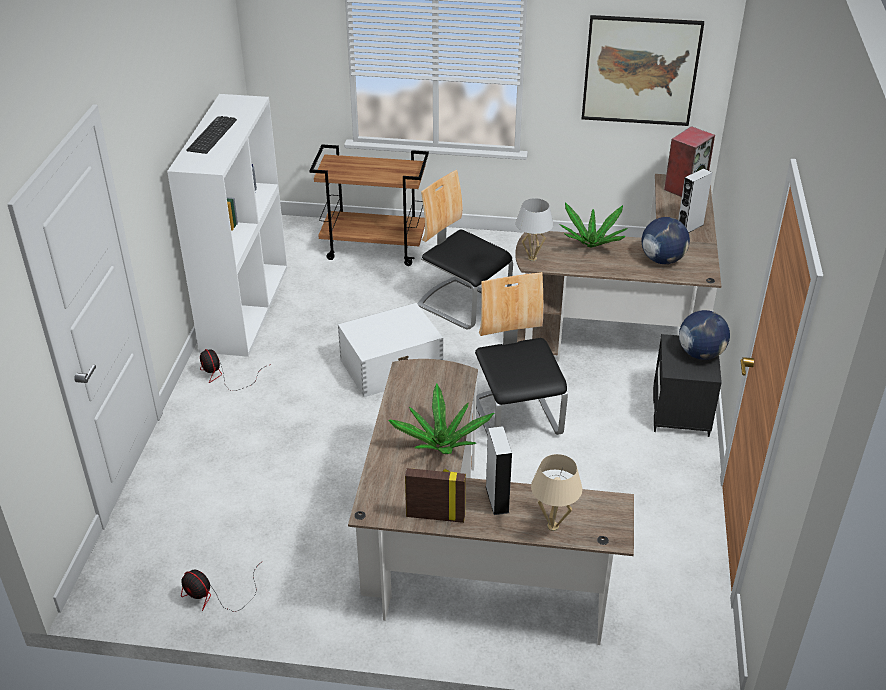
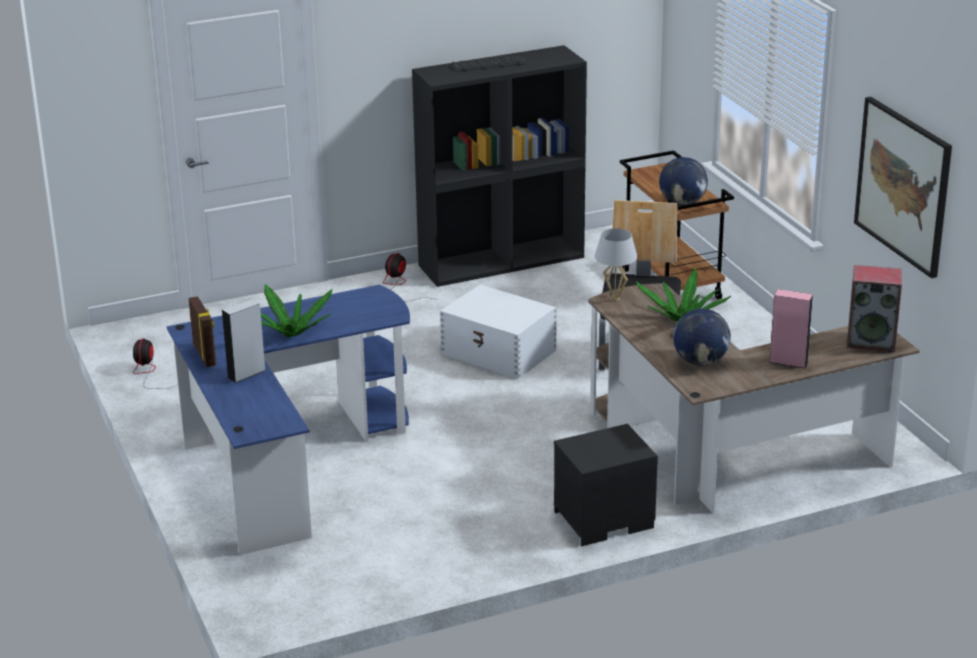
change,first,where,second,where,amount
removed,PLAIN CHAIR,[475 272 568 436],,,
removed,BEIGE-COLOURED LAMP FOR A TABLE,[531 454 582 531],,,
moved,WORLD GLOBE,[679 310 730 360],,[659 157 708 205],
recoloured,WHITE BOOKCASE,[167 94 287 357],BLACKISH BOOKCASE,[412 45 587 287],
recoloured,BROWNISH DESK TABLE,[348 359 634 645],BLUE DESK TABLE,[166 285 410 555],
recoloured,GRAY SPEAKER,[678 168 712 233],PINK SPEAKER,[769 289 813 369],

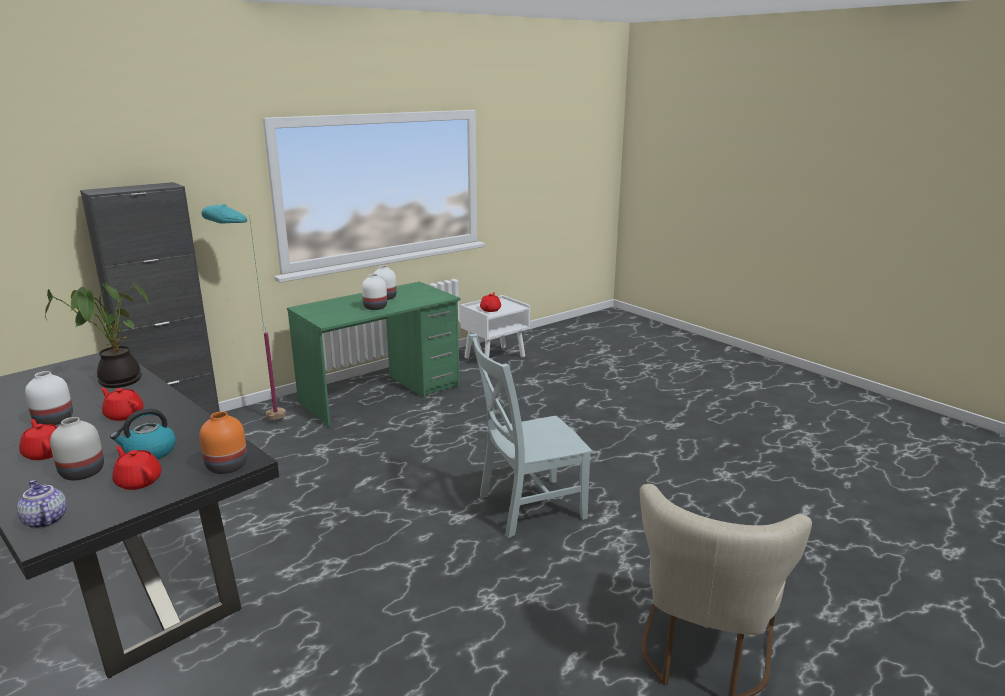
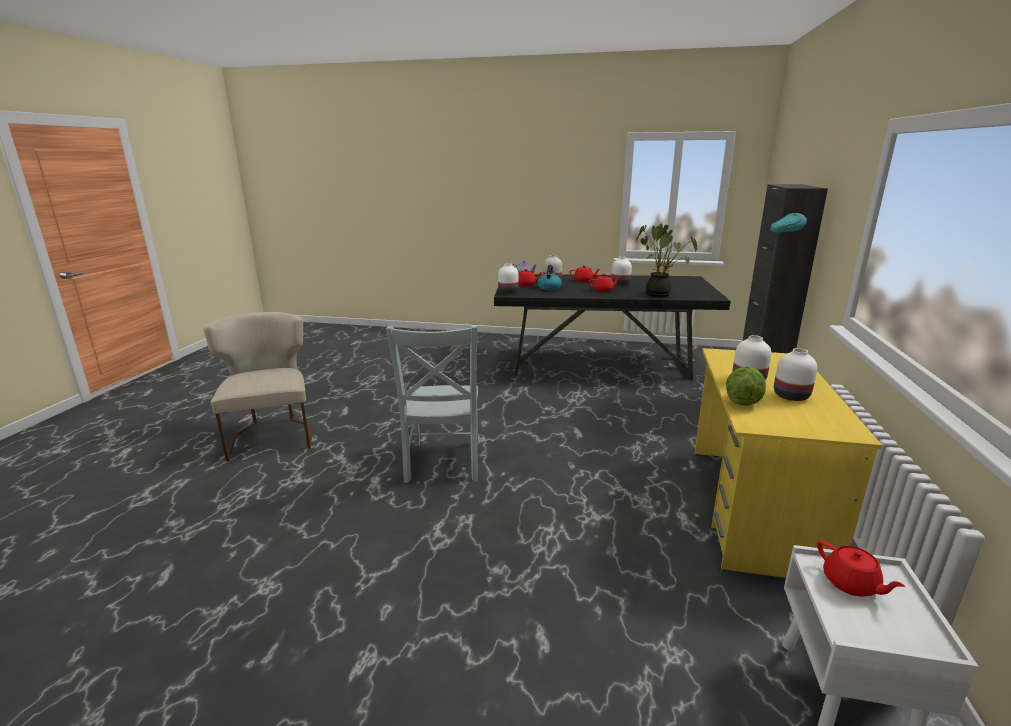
change,first,where,second,where,amount
added,,,LETTUCE,[726 367 766 405],
recoloured,ORANGE-COLOURED DECORATIVE VASE,[199 412 247 474],WHITE DECORATIVE VASE,[498 263 519 294],
recoloured,GREEN DESK TABLE,[287 282 460 427],YELLOW-COLOURED DESK TABLE,[695 348 882 578],
turned,GRAY PLAIN CHAIR,[469 334 592 538],,[386 325 479 483],150 degrees clockwise

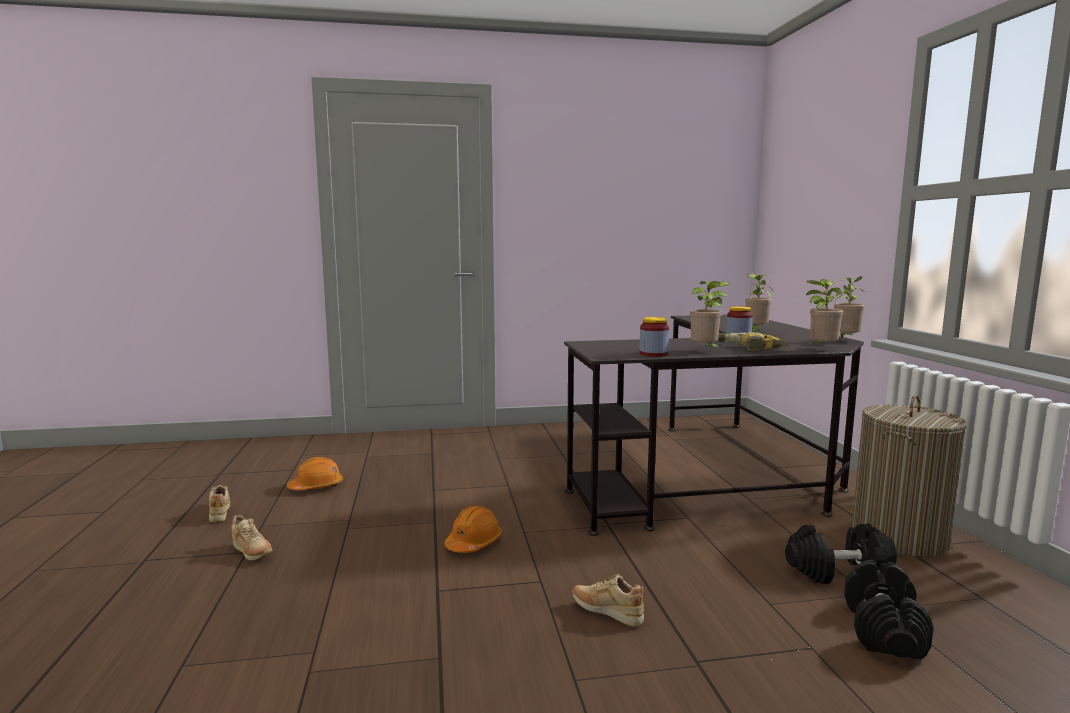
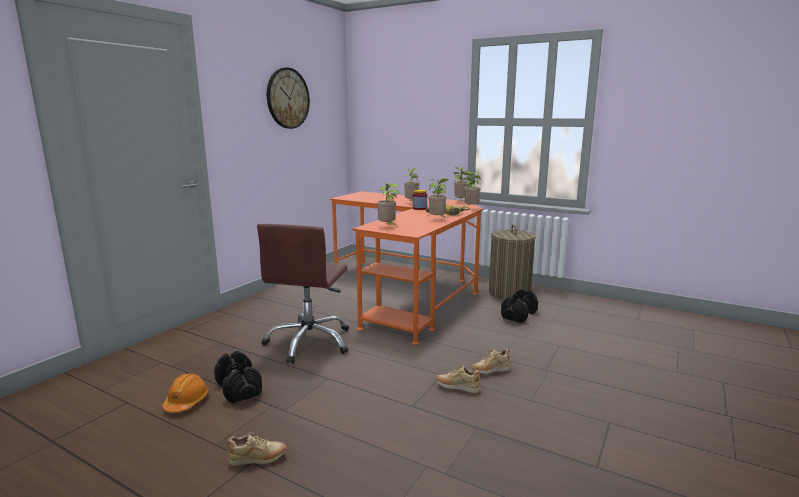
change,first,where,second,where,amount
removed,ORANGE-COLOURED HARD HAT,[444 506 502 553],,,
removed,JAR,[639 317 669 357],,,
added,,,BROWNISH COMPUTER CHAIR,[257 224 349 364],
added,,,HANGING CLOCK,[267 67 310 129],
added,,,PLANT IN A POT,[377 183 399 228],
moved,BEIGE-COLOURED SHOE,[209 485 230 522],,[436 365 480 394],
moved,BLACKISH DUMBBELL,[844 560 934 660],,[214 351 262 404],
recoloured,BLACKISH DESK TABLE,[564 315 864 536],ORANGE-COLOURED DESK TABLE,[330 191 483 345],

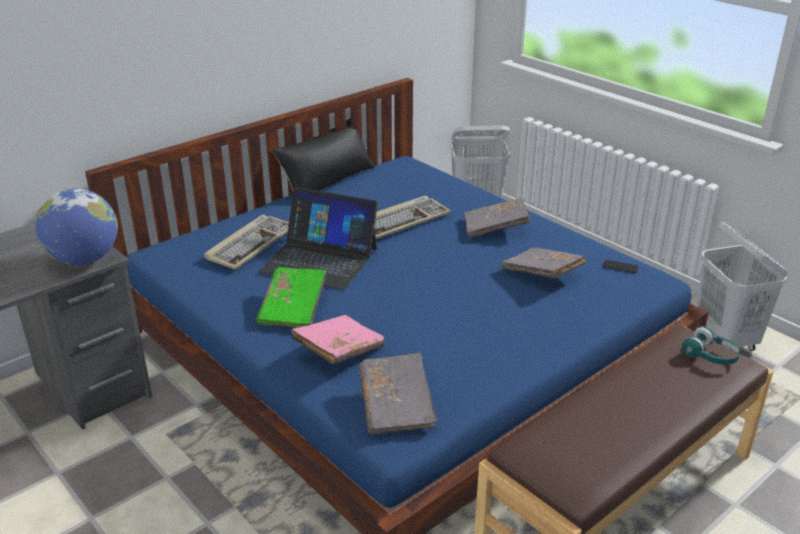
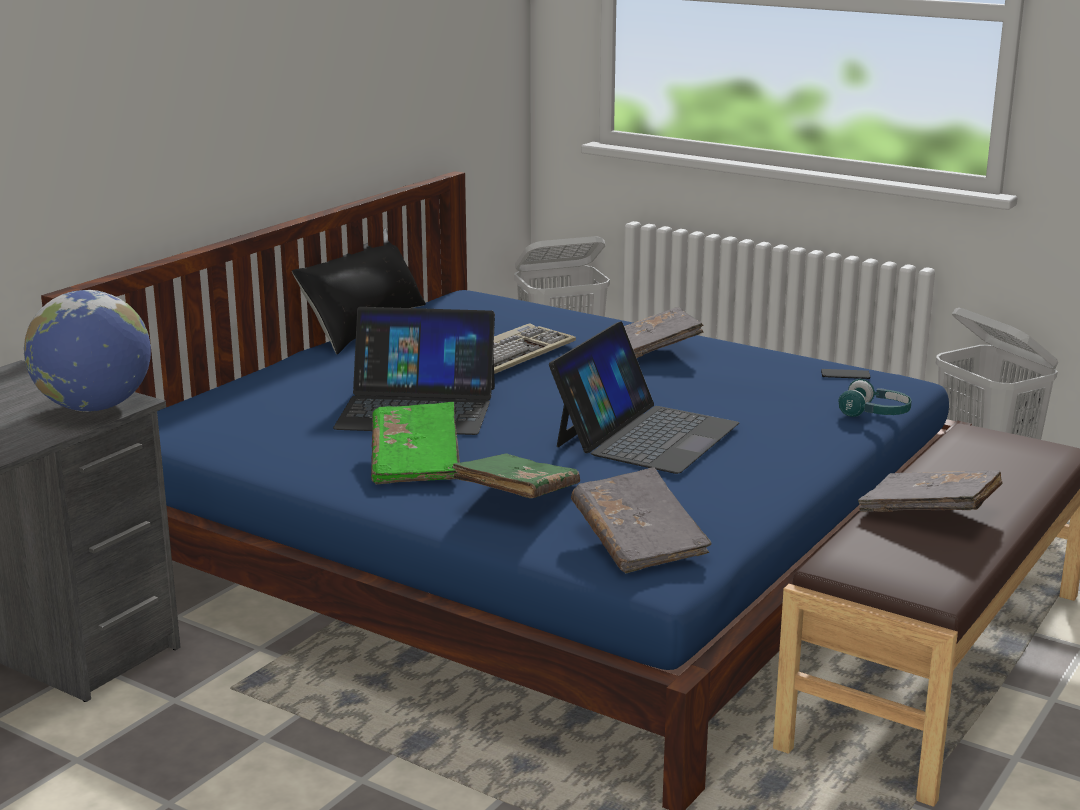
change,first,where,second,where,amount
removed,PC KEYBOARD,[204 214 289 270],,,
added,,,NOTEBOOK COMPUTER,[549 321 739 474],
moved,GRAY BOOK,[501 247 586 278],,[858 470 1003 512],
moved,TURQUOISE-COLOURED PAIR OF HEADPHONES,[682 326 740 365],,[838 379 911 417],
recoloured,PINK BOOK,[291 315 385 364],GREEN BOOK,[452 453 580 498],

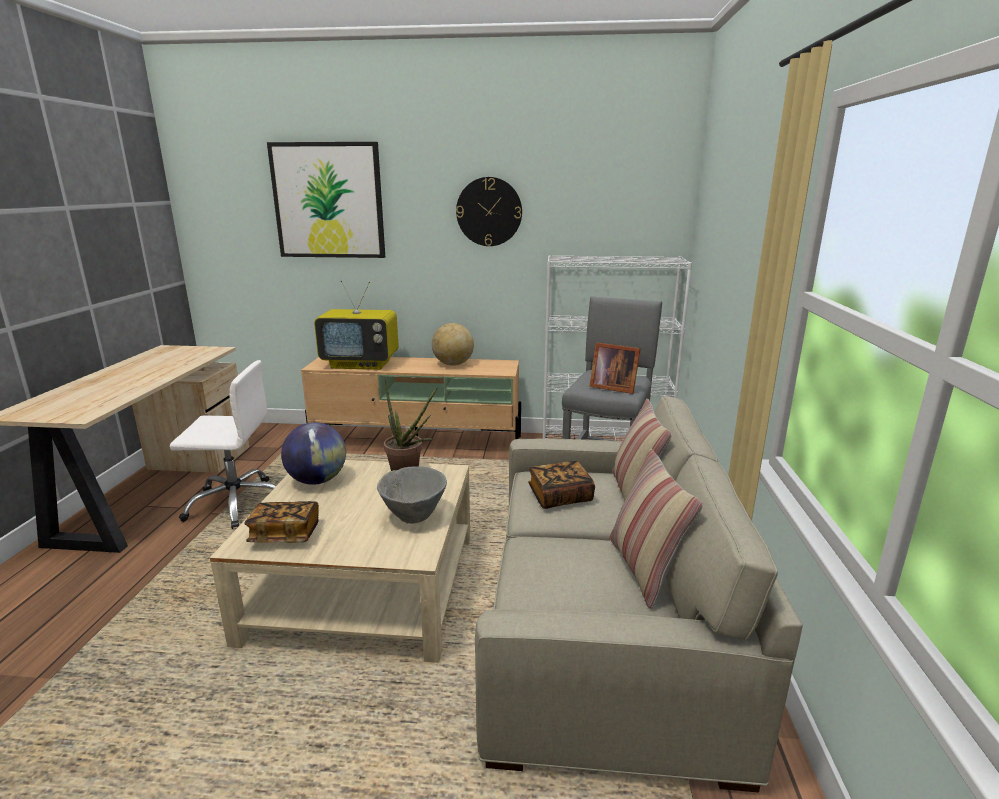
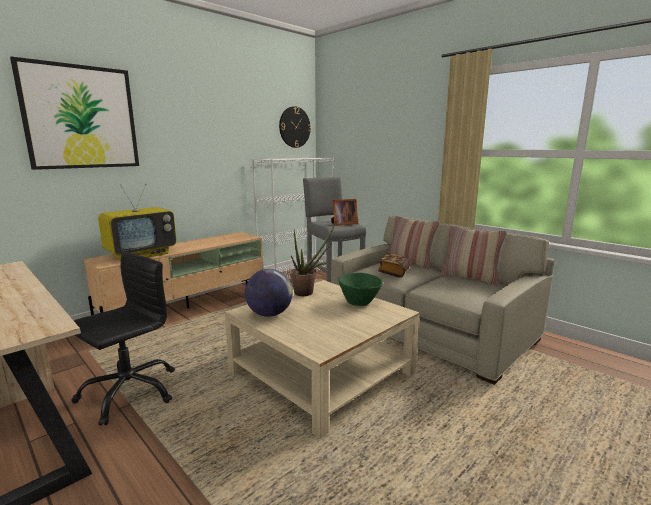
change,first,where,second,where,amount
removed,BOOK,[244 501 319 543],,,
removed,WORLD GLOBE,[432 323 474 366],,,
moved,HANGING CLOCK,[456 177 522 246],,[279 106 311 148],
recoloured,WHITE COMPUTER CHAIR,[170 360 276 529],BLACKISH COMPUTER CHAIR,[71 252 175 425],
recoloured,GRAY BOWL,[377 466 447 523],GREEN BOWL,[338 273 383 306],

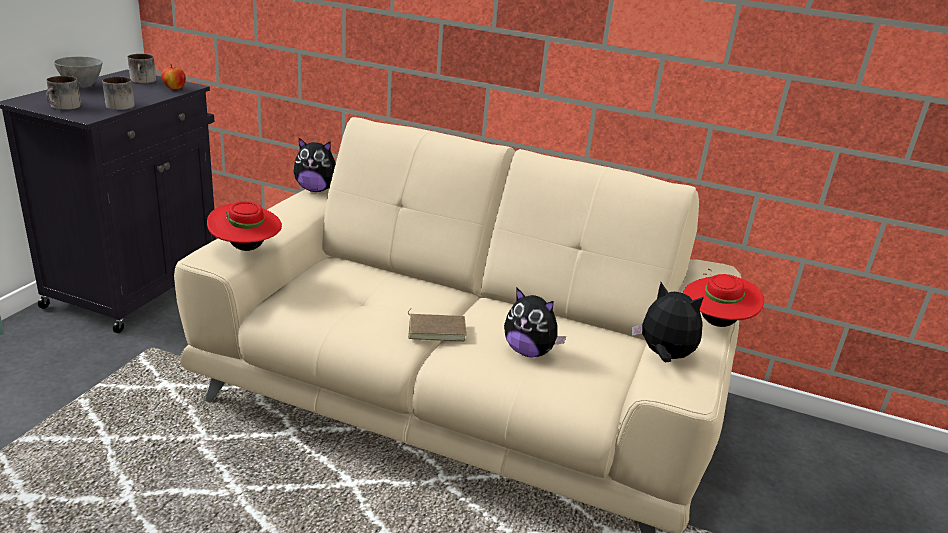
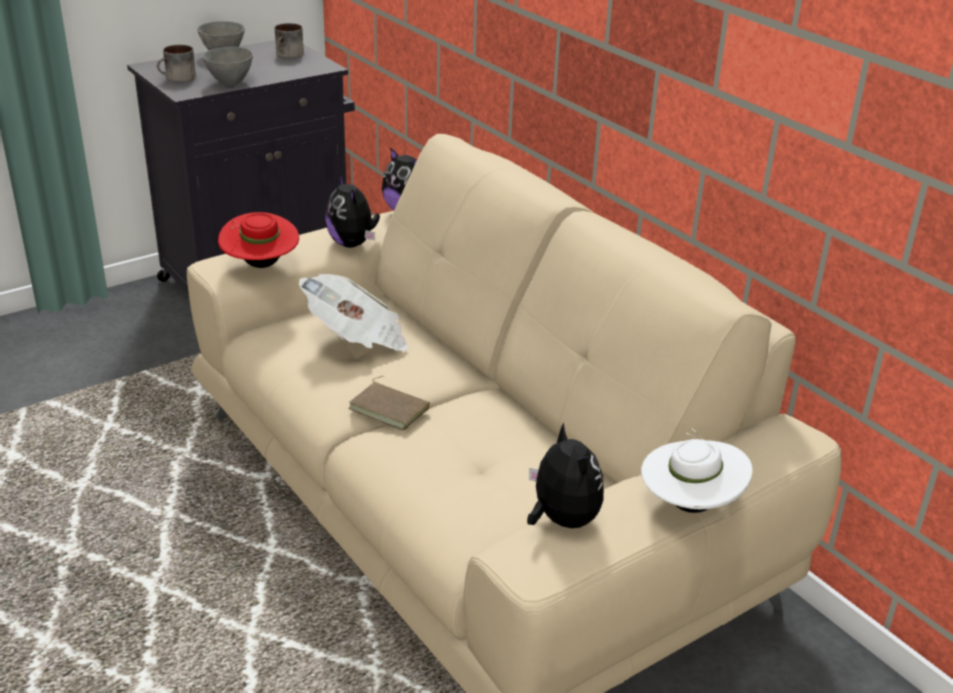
change,first,where,second,where,amount
removed,WHOLE APPLE,[162 64 186 90],,,
added,,,DAILY PAPER,[299 274 409 352],
moved,SOFT TOY,[504 288 567 357],,[325 174 380 248],
replaced,MUG,[102 77 135 110],GRAY BOWL,[202 47 253 86],
recoloured,RED-COLOURED CLOTHING HAT,[683 269 764 327],WHITE CLOTHING HAT,[641 428 752 513],

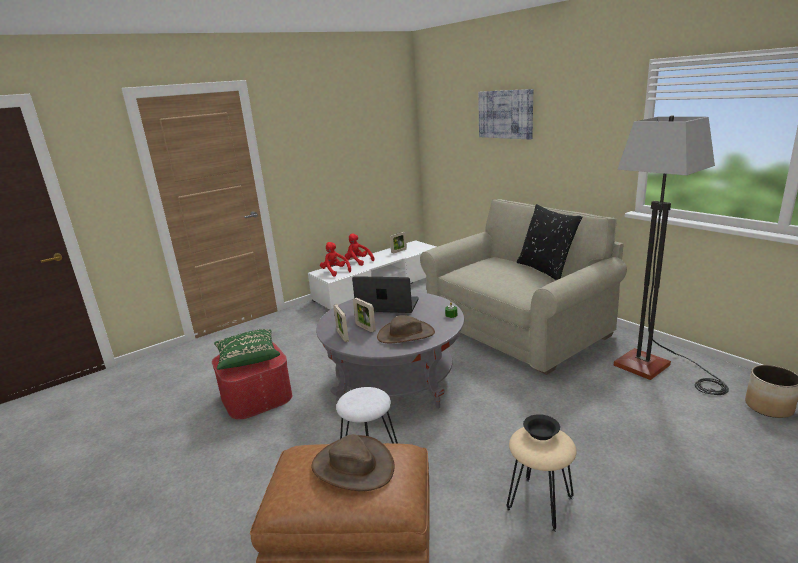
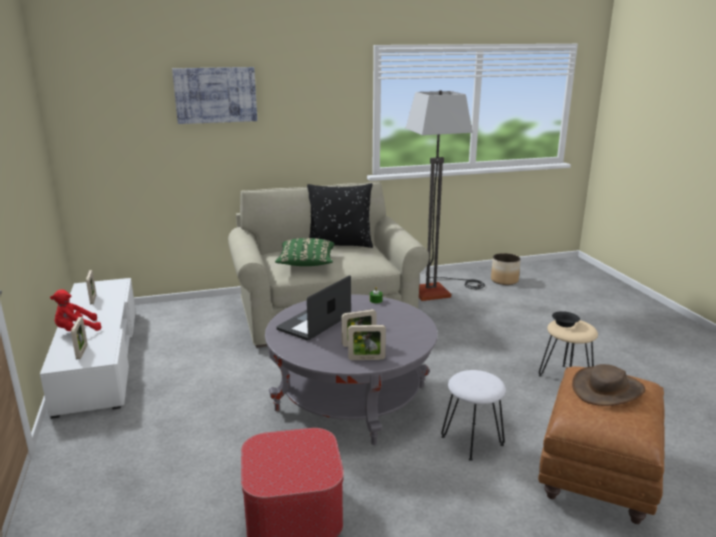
change,first,where,second,where,amount
removed,BROWNISH CLOTHING HAT,[377 315 435 343],,,
moved,GREEN CUSHION,[214 329 280 370],,[275 238 334 266],
replaced,RED-COLOURED SOFT TOY,[320 242 351 276],STANDING FRAME,[71 317 87 359],

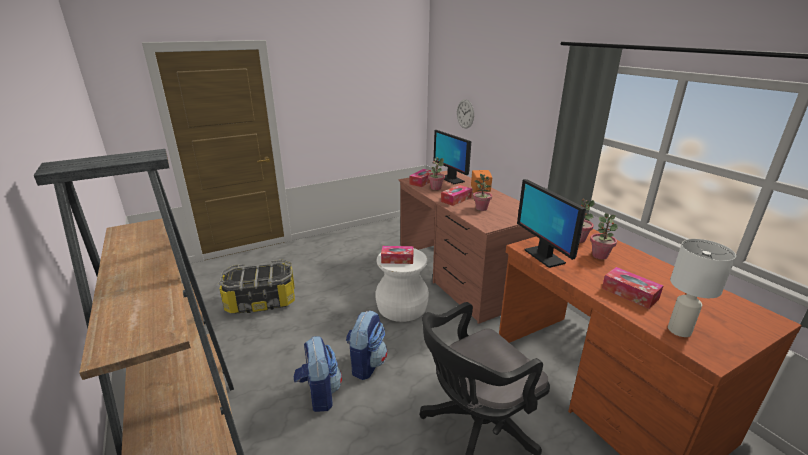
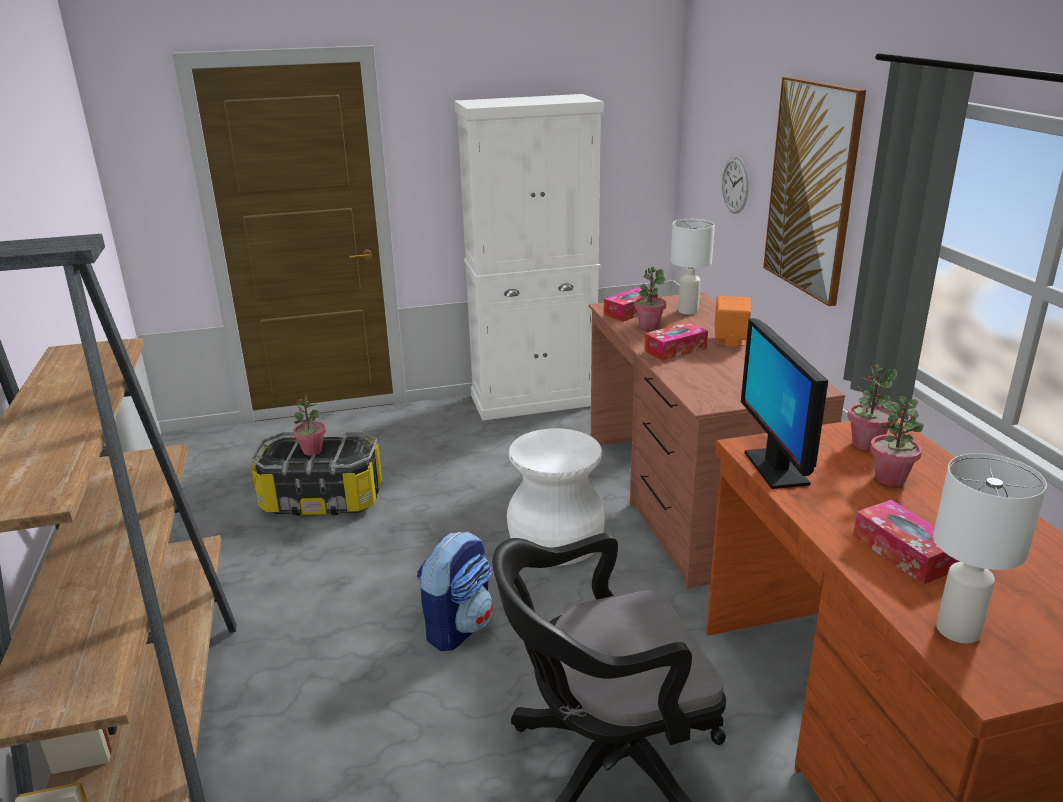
change,first,where,second,where,amount
removed,BACKPACK,[294 336 342 412],,,
removed,TISSUE HOLDER,[381 246 413 264],,,
added,,,WHITE CABINET,[454 94 604 421],
added,,,WALL ART,[763 77 866 306],
moved,PLANT IN A POT,[473 174 492 211],,[293 395 326 455],
replaced,COMPUTER DISPLAY,[434 130 471 184],WHITE LAMP FOR A TABLE,[671 219 715 315],

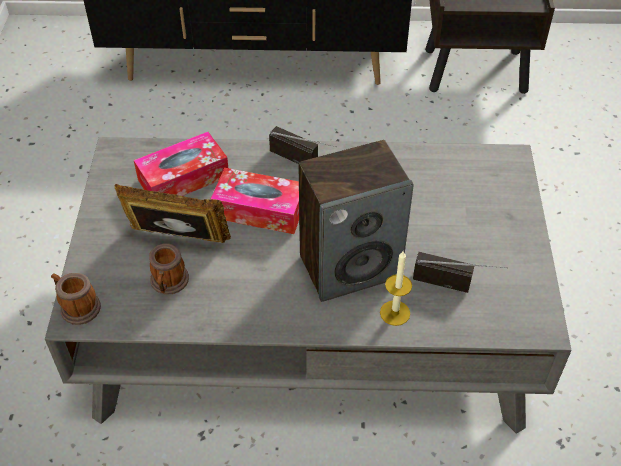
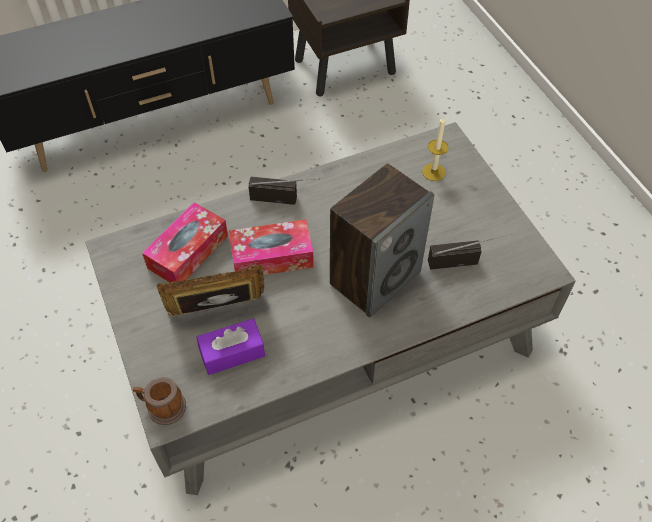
change,first,where,second,where,amount
moved,CANDLE,[380 251 412 326],,[422 116 449 181],
replaced,MUG,[149 243 189 295],PURPLE-COLOURED TISSUE HOLDER,[197 318 265 375],

